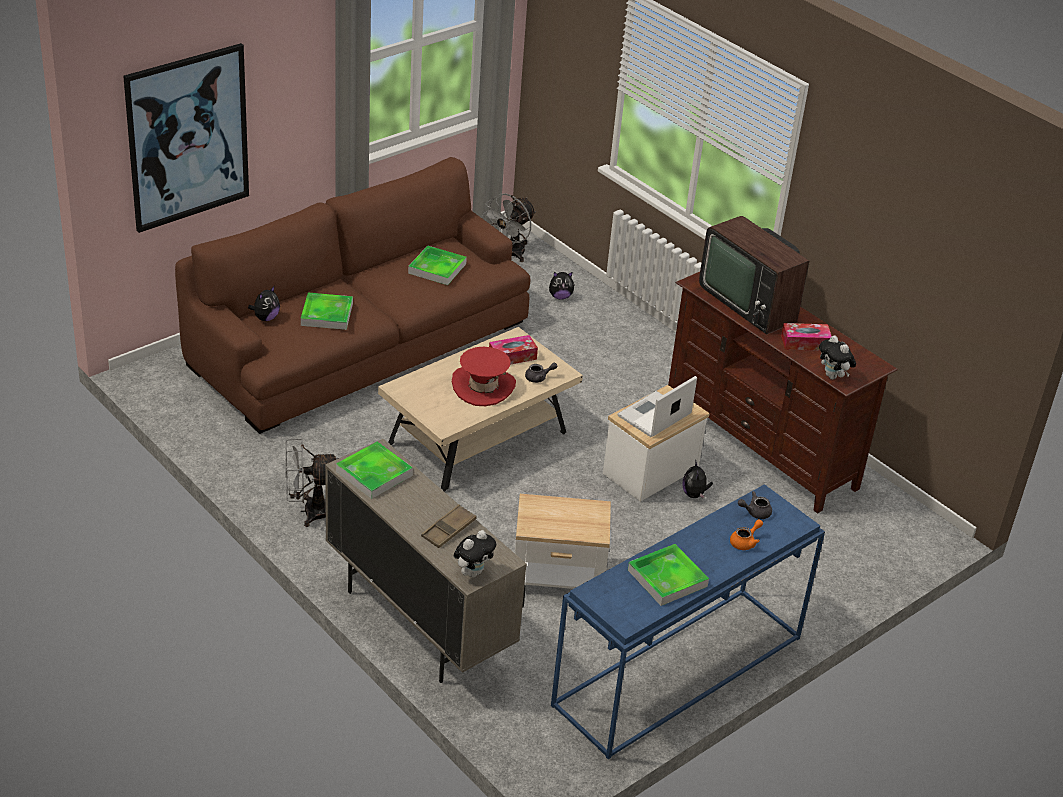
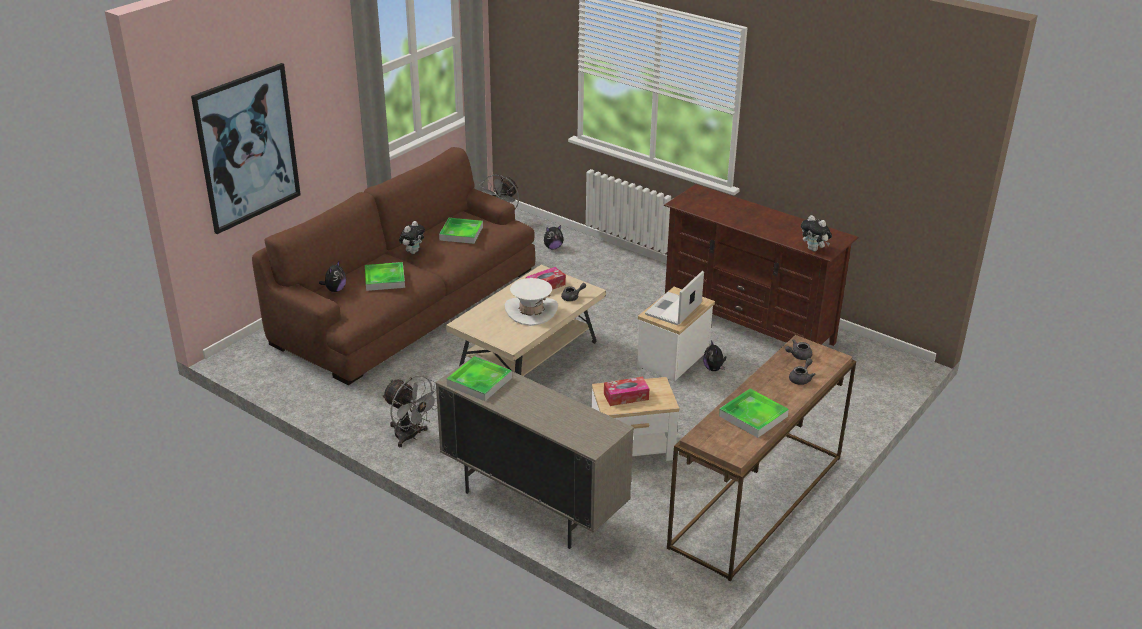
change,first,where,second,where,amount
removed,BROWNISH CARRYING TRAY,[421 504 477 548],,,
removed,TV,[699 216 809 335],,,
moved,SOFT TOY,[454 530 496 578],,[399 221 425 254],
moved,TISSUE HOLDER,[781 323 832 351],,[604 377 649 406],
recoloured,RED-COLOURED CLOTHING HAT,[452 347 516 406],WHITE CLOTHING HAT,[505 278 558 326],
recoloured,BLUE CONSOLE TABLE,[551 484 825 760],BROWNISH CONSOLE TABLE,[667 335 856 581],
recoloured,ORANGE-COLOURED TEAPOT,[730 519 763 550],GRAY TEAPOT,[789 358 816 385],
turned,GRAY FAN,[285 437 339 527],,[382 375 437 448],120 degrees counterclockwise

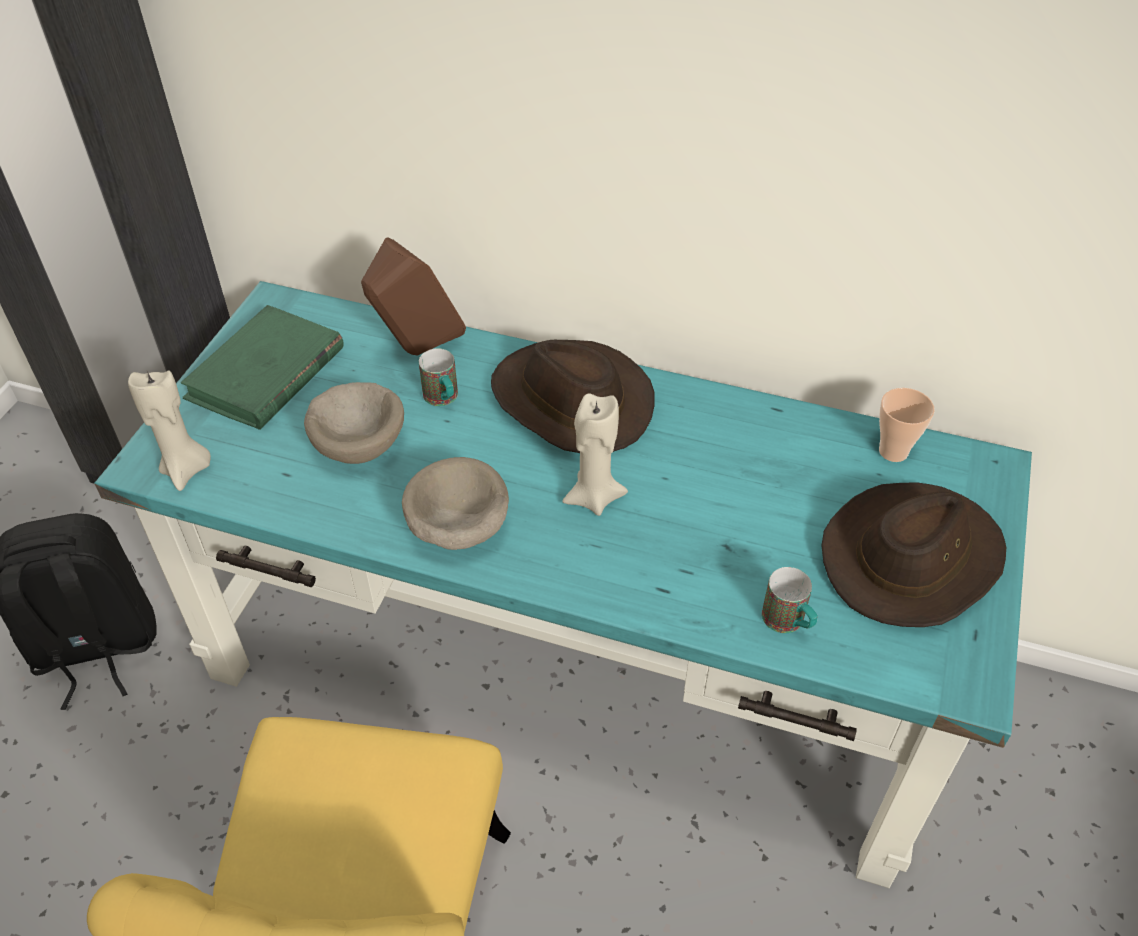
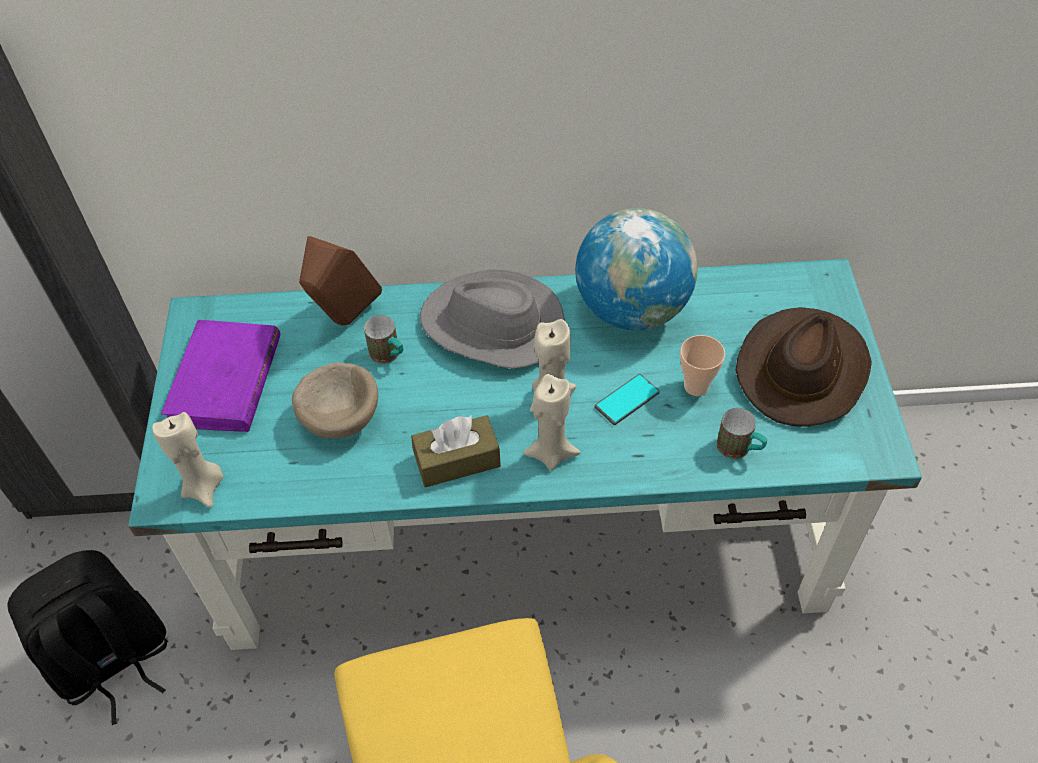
change,first,where,second,where,amount
added,,,BEIGE-COLOURED CANDLE,[523 374 580 471],
added,,,WORLD GLOBE,[575 208 698 330],
added,,,PHONE,[595 374 660 425],
moved,SMALL CUP,[879 388 935 462],,[680 335 725 396],
replaced,BEIGE-COLOURED BOWL,[402 457 509 550],BROWNISH TISSUE HOLDER,[411 415 501 488],
recoloured,GREEN BOOK,[181 305 343 430],PURPLE-COLOURED BOOK,[161 320 280 432],
recoloured,BROWNISH CLOTHING HAT,[491 339 655 453],GRAY CLOTHING HAT,[420 269 565 369],

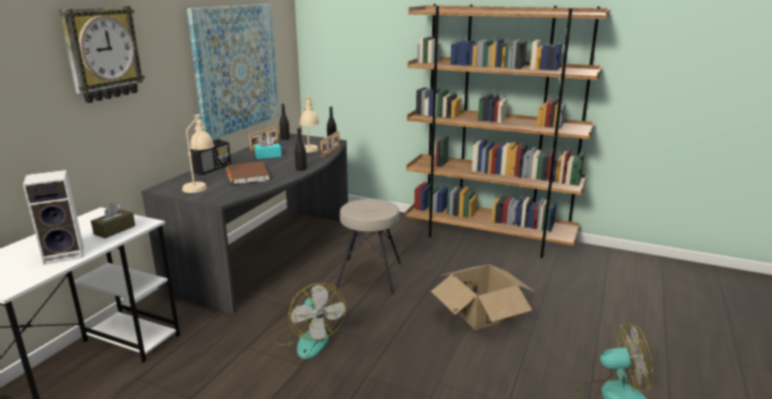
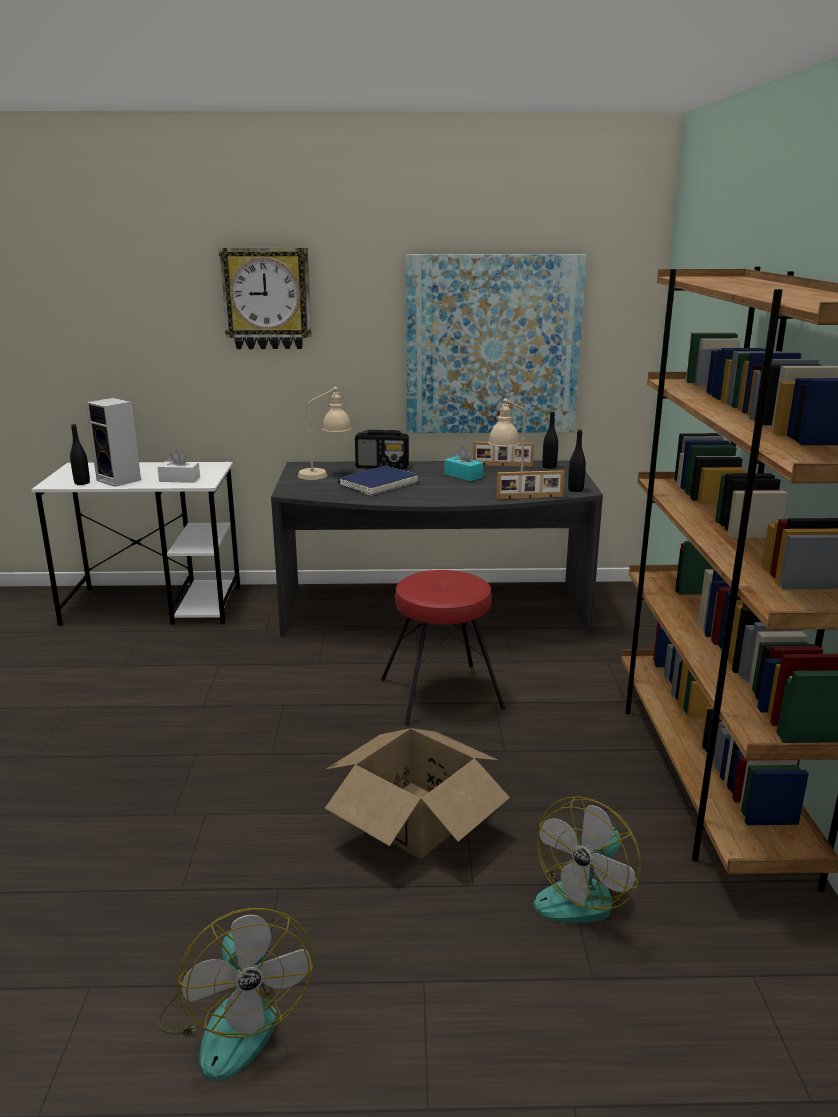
change,first,where,second,where,amount
moved,FAN,[274 283 346 359],,[534 796 641 923],
moved,BLACKISH BOTTLE,[295 128 307 171],,[70 424 90 485],
recoloured,BROWNISH TISSUE HOLDER,[91 203 135 238],WHITE TISSUE HOLDER,[157 450 200 483],
recoloured,BROWNISH BOOK,[226 161 269 184],BLUE BOOK,[338 466 419 496],
recoloured,BEIGE-COLOURED STOOL,[336 199 401 294],RED-COLOURED STOOL,[381 570 505 725],

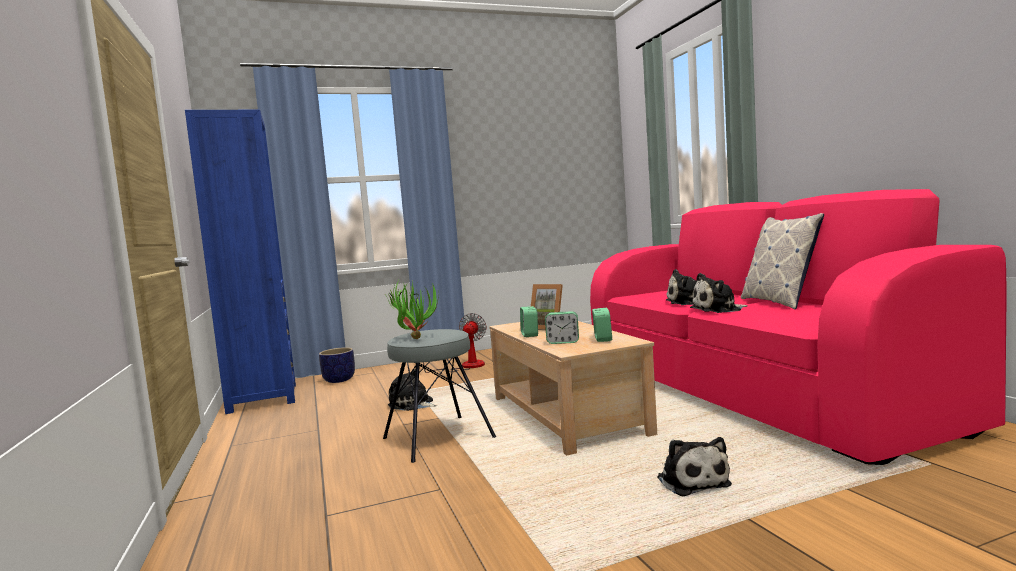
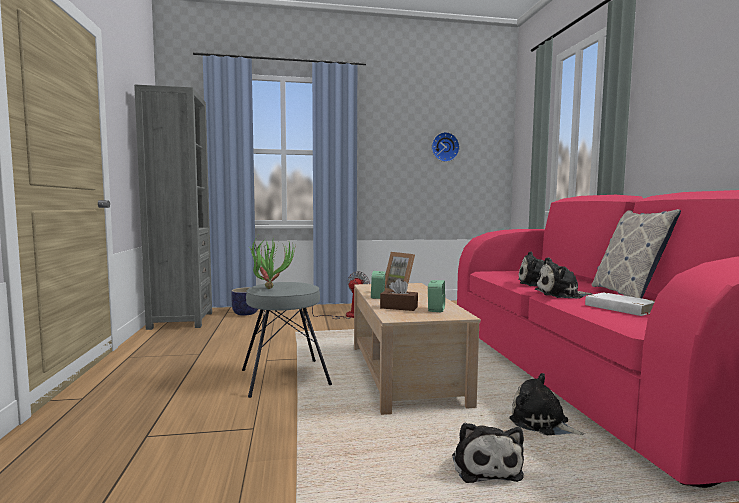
change,first,where,second,where,amount
added,,,HANGING CLOCK,[432 132 460 162],
added,,,WHITE BOOK,[585 292 655 316],
moved,SOFT TOY,[388 369 438 411],,[509 373 585 435],
replaced,ALARM CLOCK,[545 311 579 344],BROWNISH TISSUE HOLDER,[380 279 418 311],
recoloured,BLUE BOOKCASE,[185 110 296 414],GRAY BOOKCASE,[134 85 212 330],

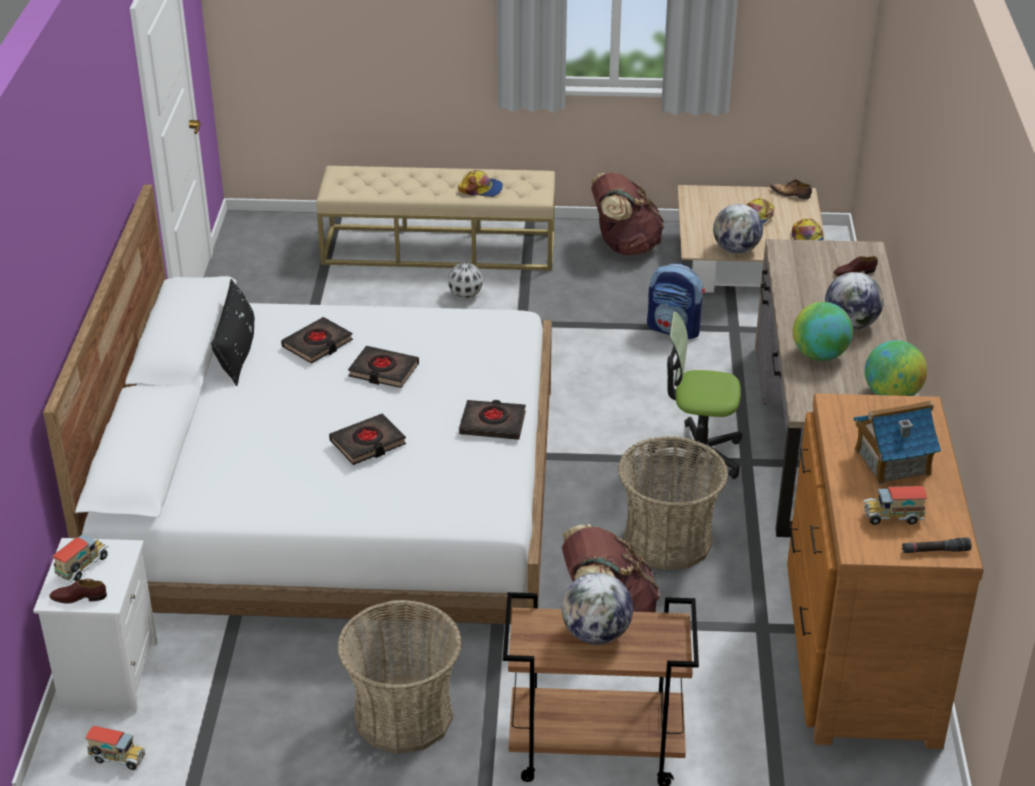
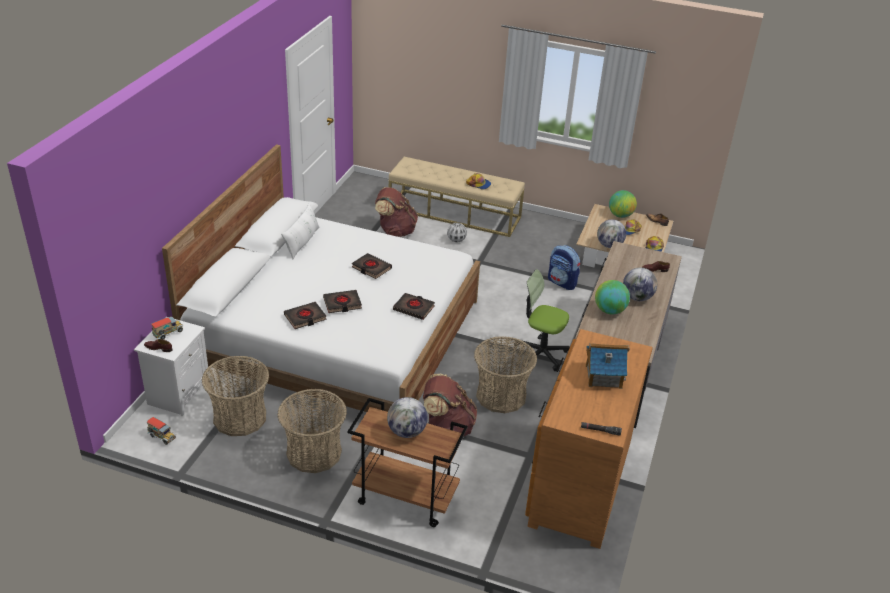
change,first,where,second,where,amount
removed,TOY LORRY,[863 486 927 525],,,
added,,,BASKET,[202 356 269 436],
moved,BLACKISH BOOK,[281 317 353 364],,[284 302 327 329],
moved,BROWNISH BACKPACK,[591 172 665 255],,[375 187 418 237],
moved,WORLD GLOBE,[865 340 927 396],,[609 190 637 218],
recoloured,BLACKISH CUSHION,[211 279 255 386],WHITE CUSHION,[281 203 320 260],

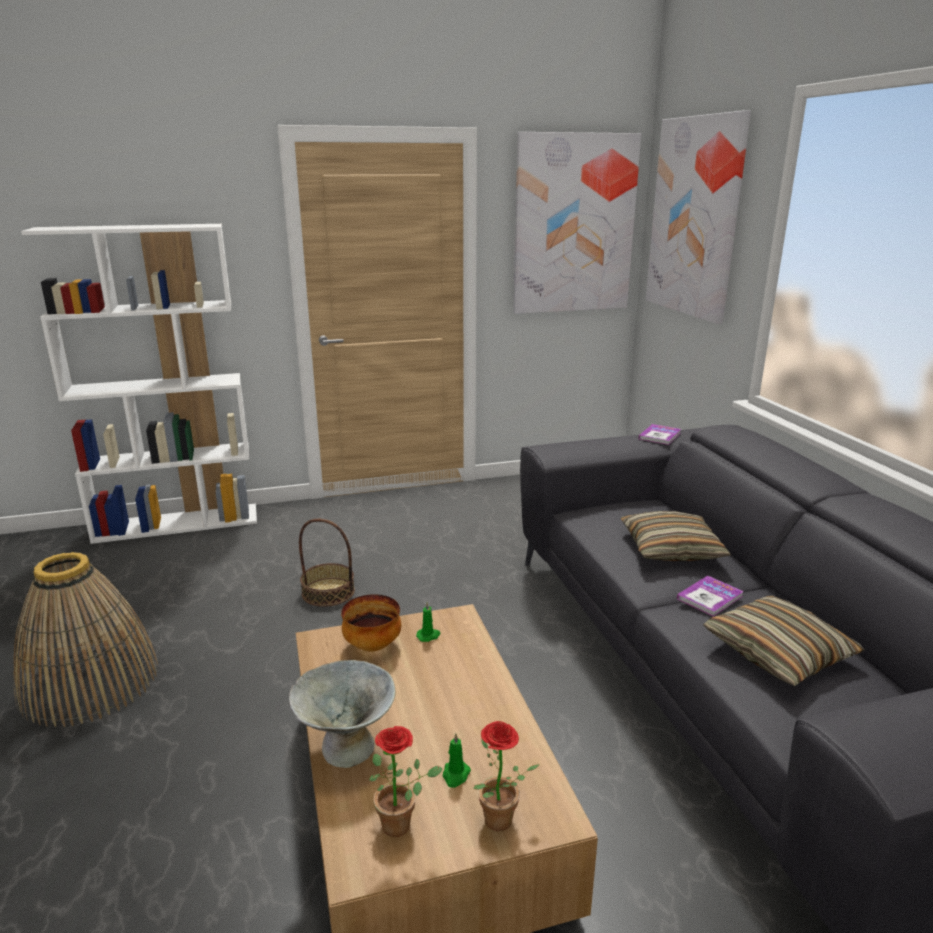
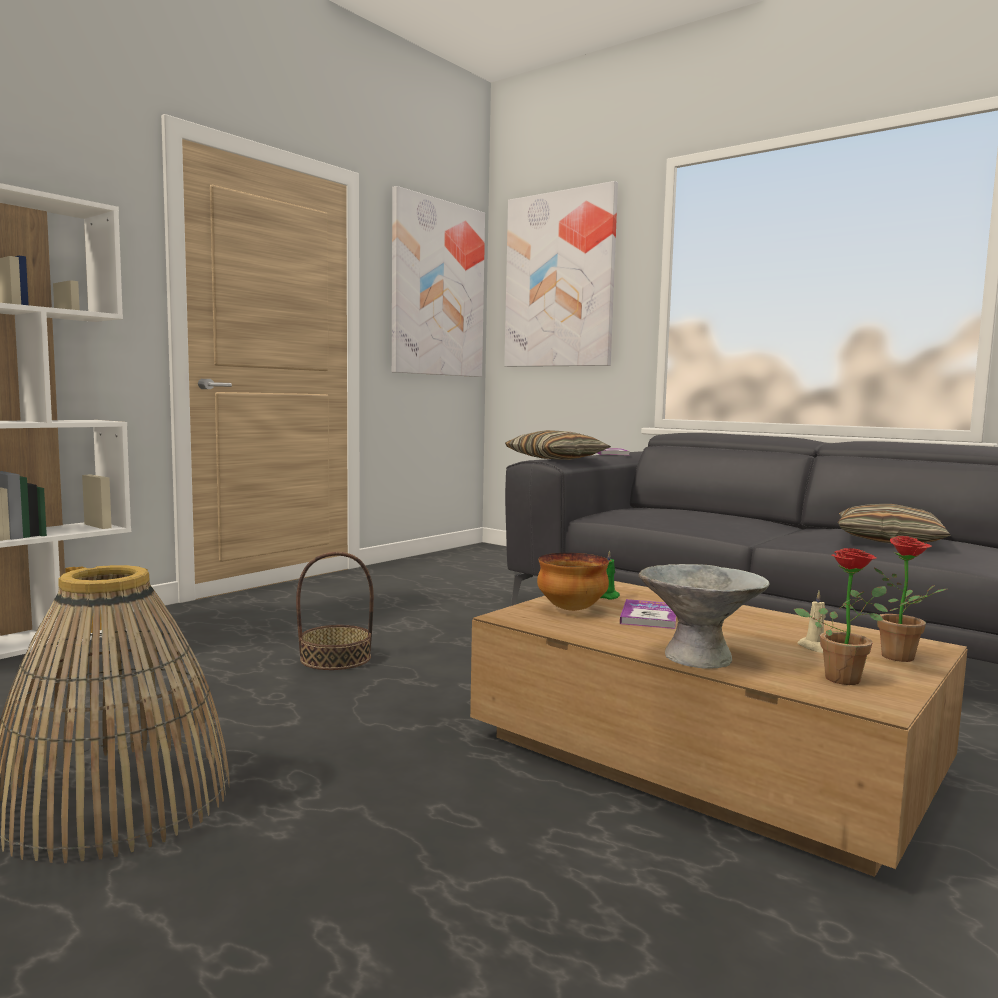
change,first,where,second,where,amount
moved,CUSHION,[621 511 731 561],,[505 430 611 460],
moved,BOOK,[677 576 744 617],,[620 599 676 629],
recoloured,GREEN CANDLE,[443 733 471 788],BEIGE-COLOURED CANDLE,[797 590 826 653],

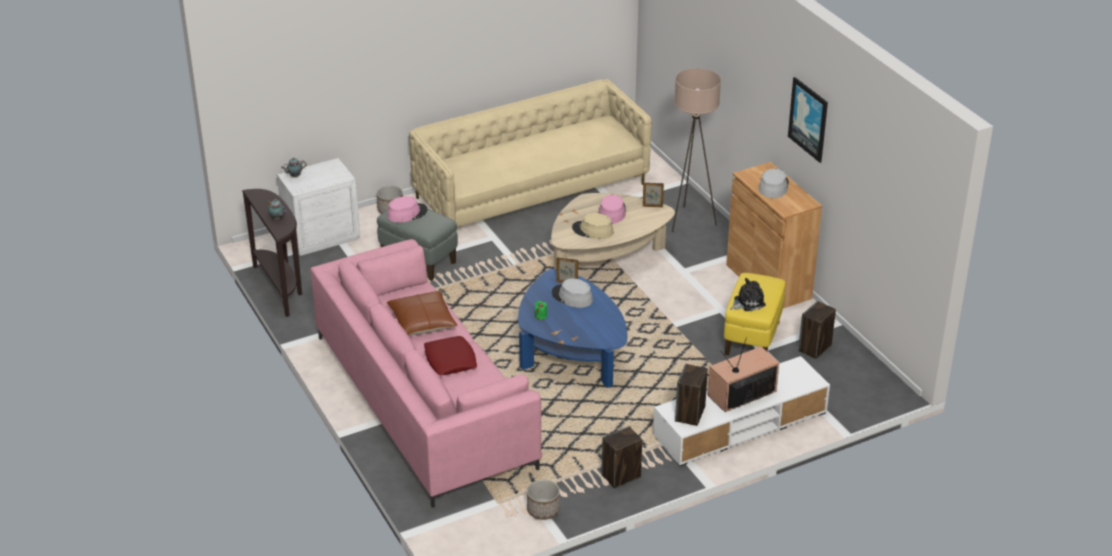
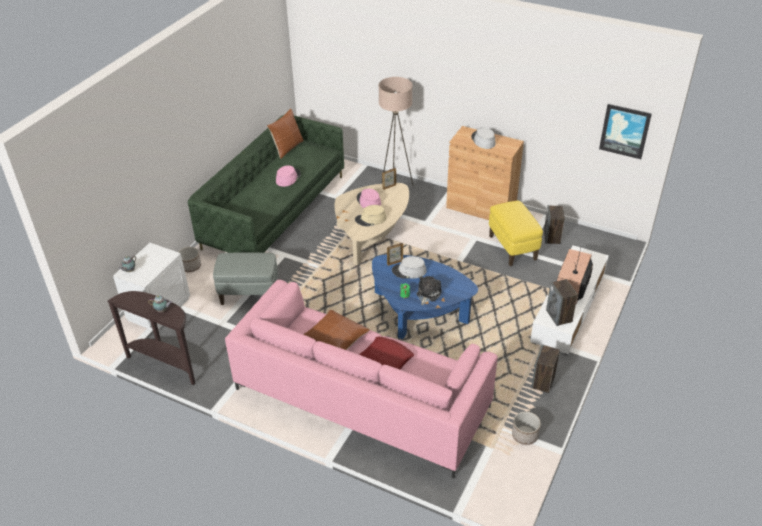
change,first,where,second,where,amount
added,,,BROWNISH CUSHION,[267 108 303 159],
moved,PINK CLOTHING HAT,[387 196 428 222],,[276 165 301 187],
moved,SOFT TOY,[730 278 766 311],,[417 276 442 305],
moved,WALL ART,[788 77 828 163],,[599 104 652 159],
recoloured,BEIGE-COLOURED SOFA,[409 79 652 228],GREEN SOFA,[188 114 344 253],

